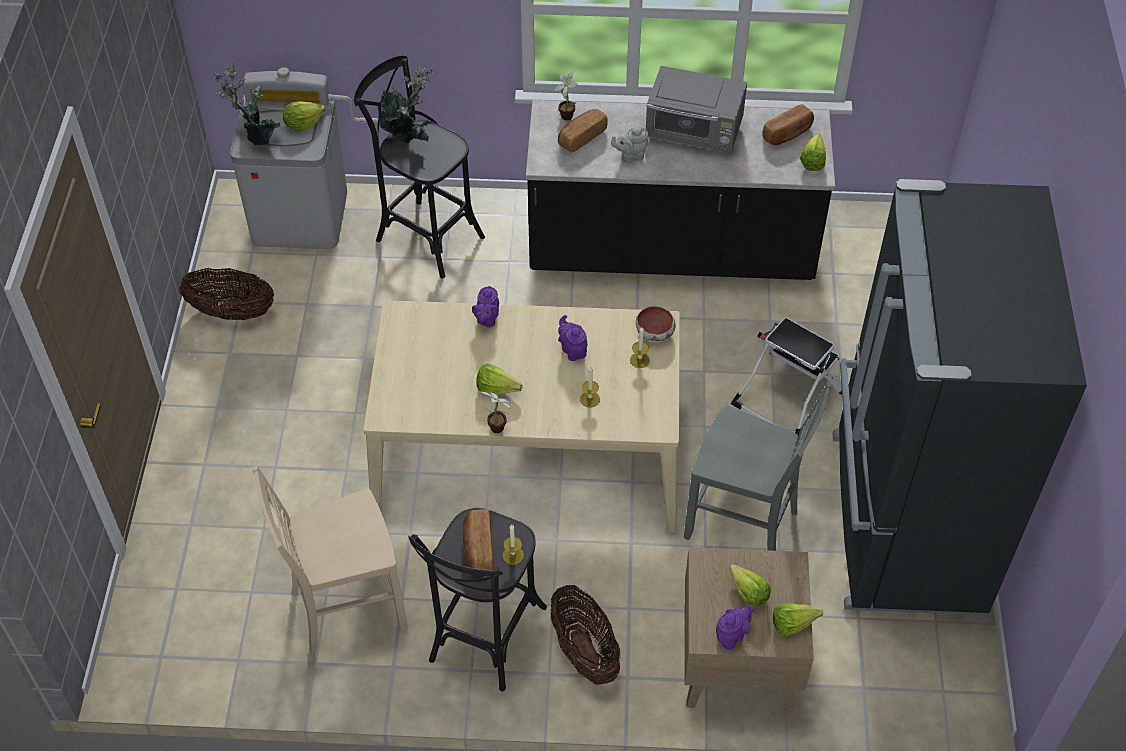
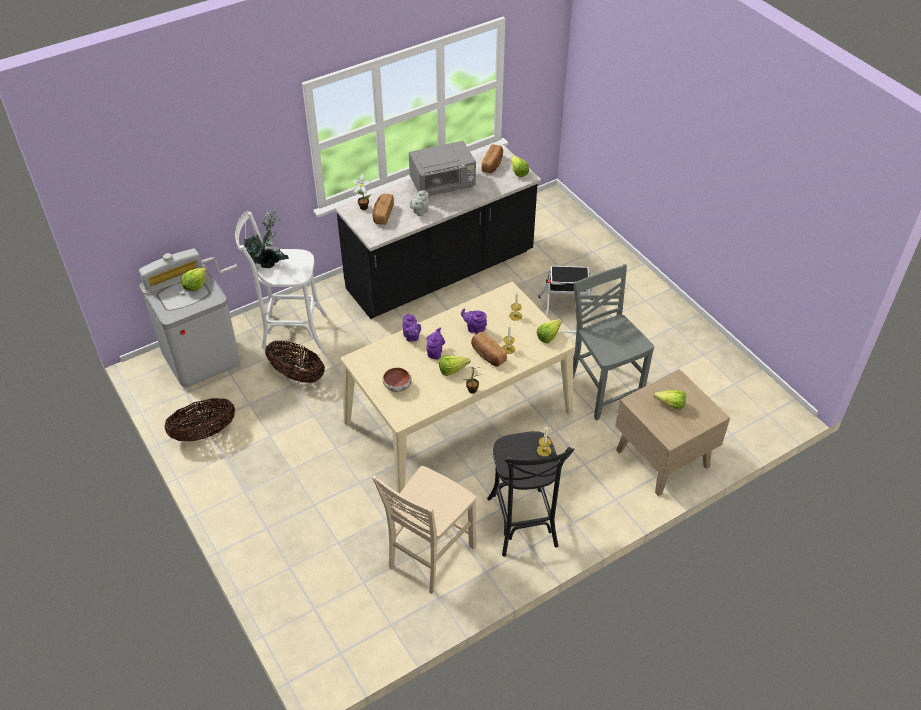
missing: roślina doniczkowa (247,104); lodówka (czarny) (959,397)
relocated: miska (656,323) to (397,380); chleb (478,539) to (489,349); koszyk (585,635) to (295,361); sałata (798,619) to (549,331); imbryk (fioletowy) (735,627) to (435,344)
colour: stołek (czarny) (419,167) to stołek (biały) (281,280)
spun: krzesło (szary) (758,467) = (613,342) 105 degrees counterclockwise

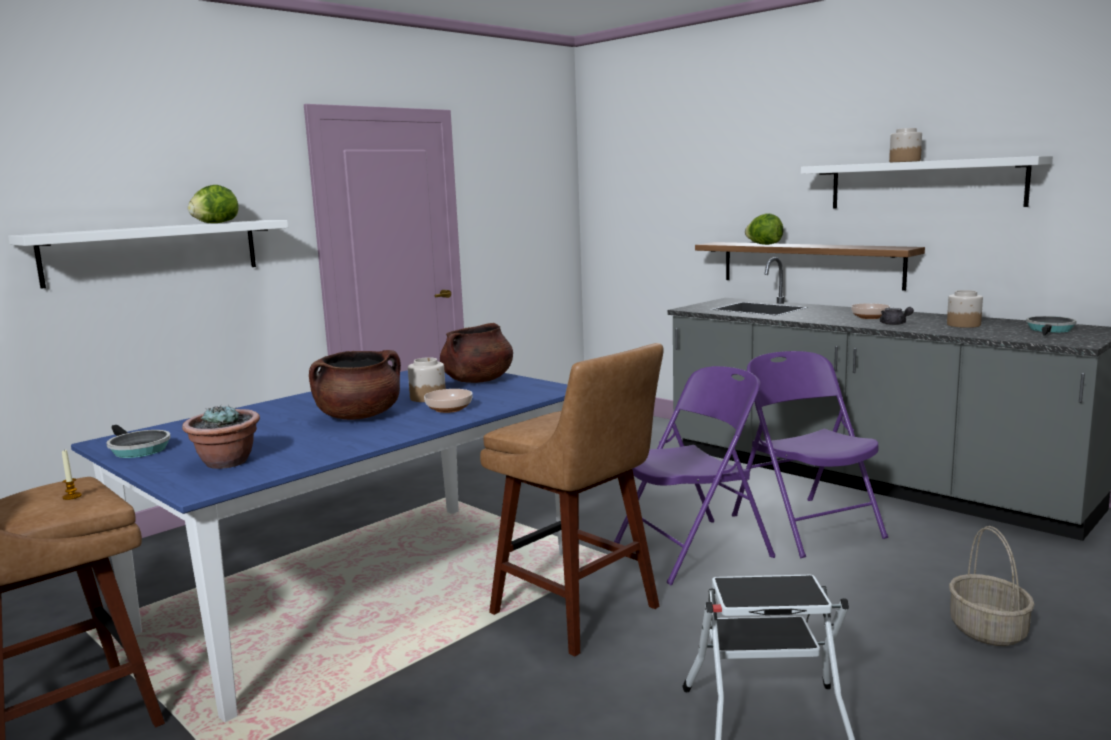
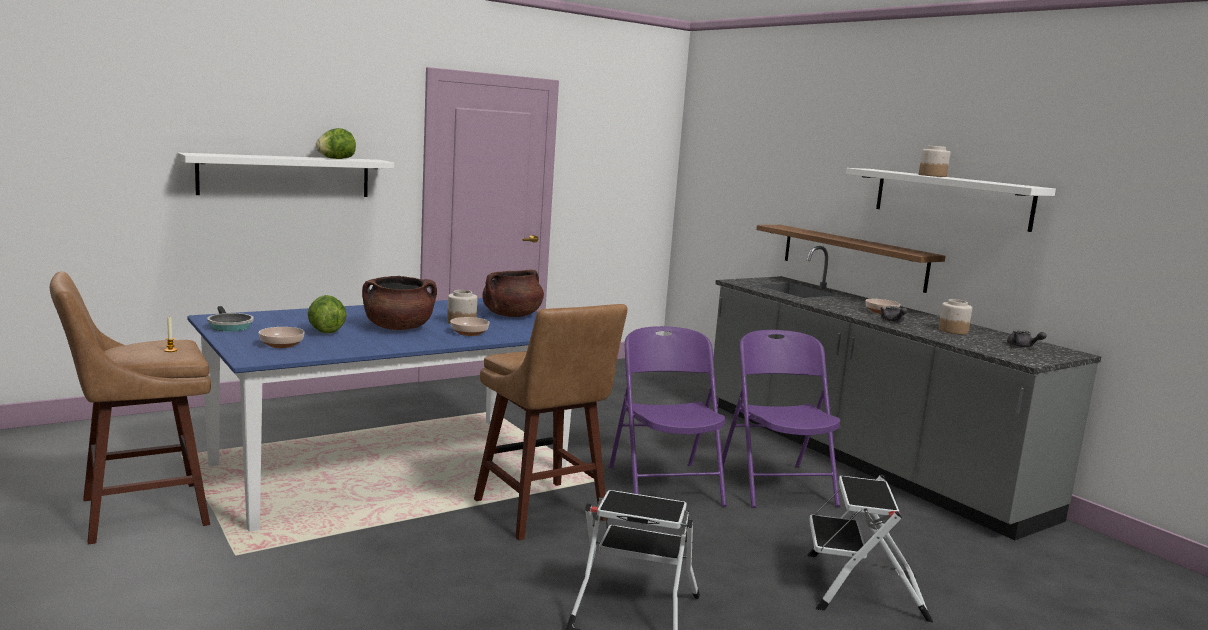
relocated: sałata (764,229) to (327,314)
exchanged: patelnia (1051,326) to imbryk (szary) (1027,339); roślina doniczkowa (221,436) to miska (282,337); koszyk (992,586) to drabinka (870,548)
spun: krzesło (fioletowy) (694,476) = (667,416) 90 degrees counterclockwise

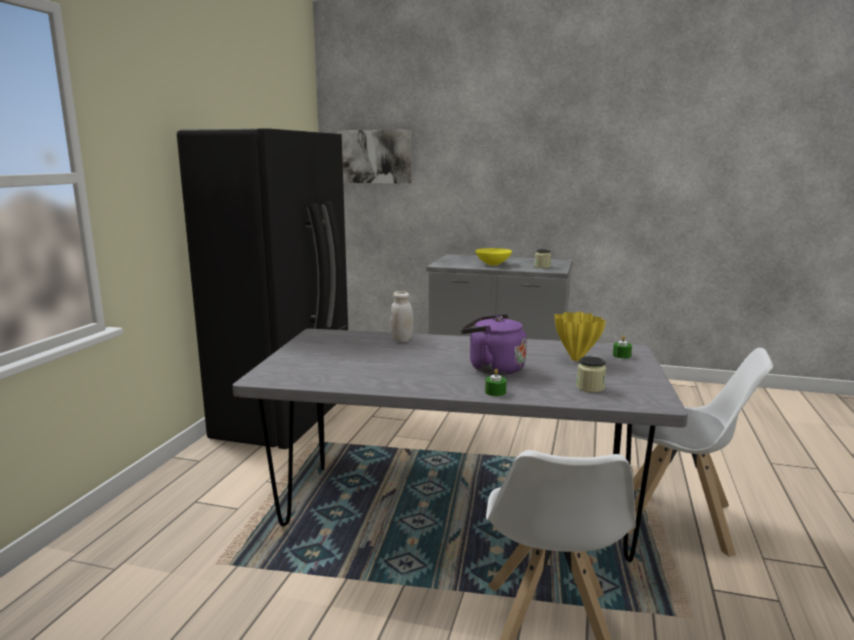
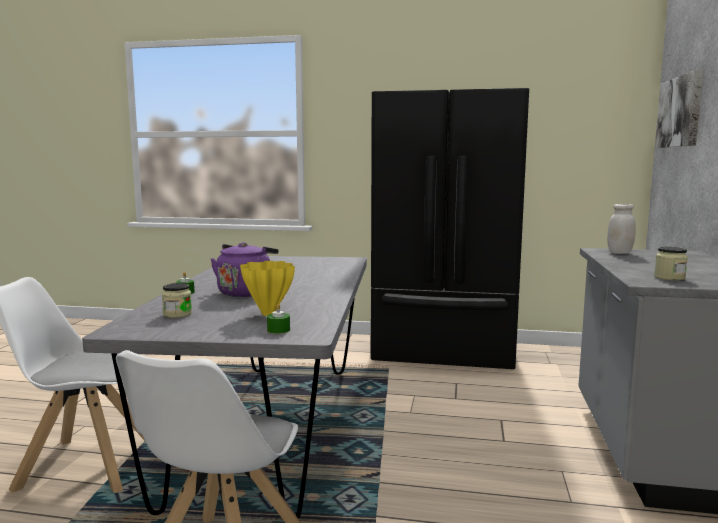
missing: miska (żółty) (493,256)
relocated: słoik (biały) (402,316) to (621,229)

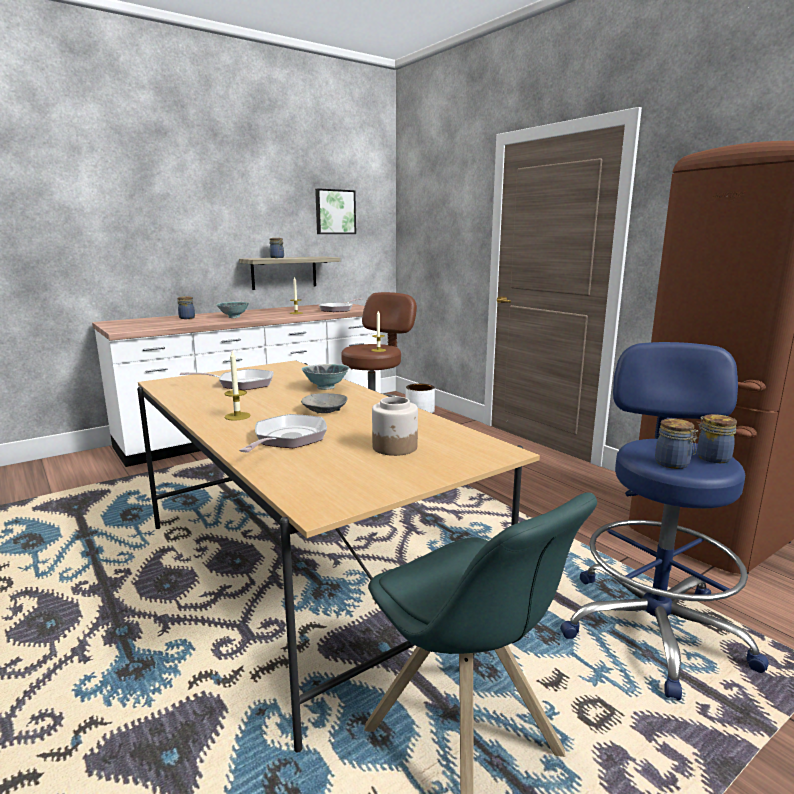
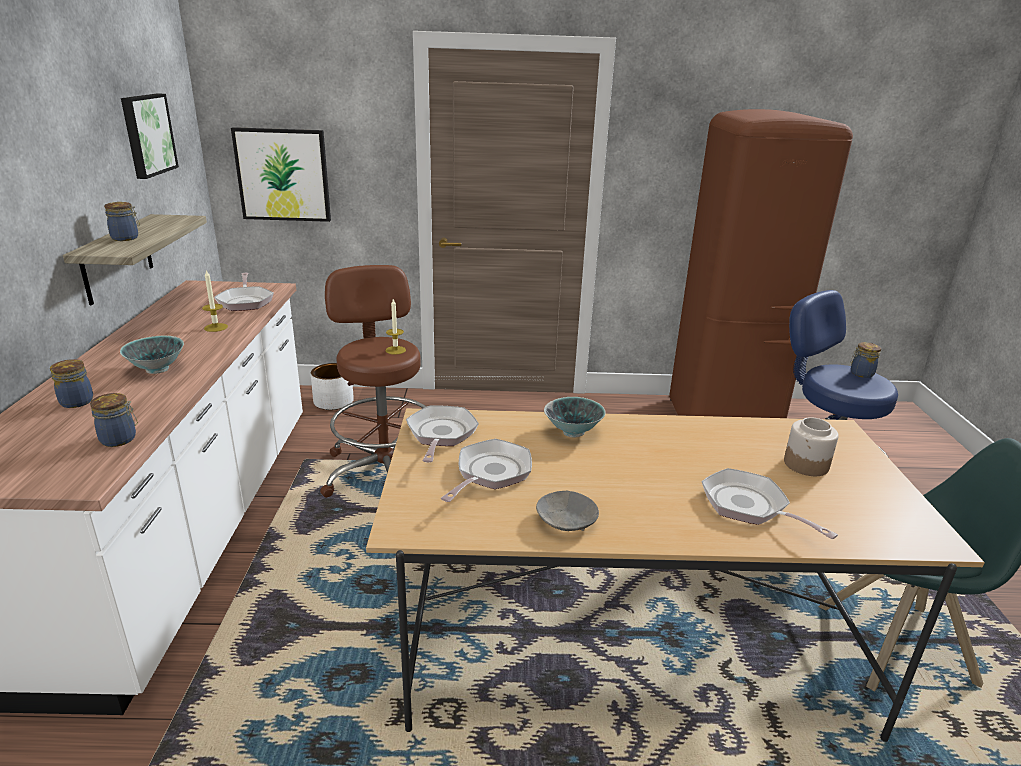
missing: świeca (238,386)
appeared: obraz (281,174); patelnia (442,433)
relocated: miska (szary) (324,403) to (567,511); słoik (676,444) to (114,420)

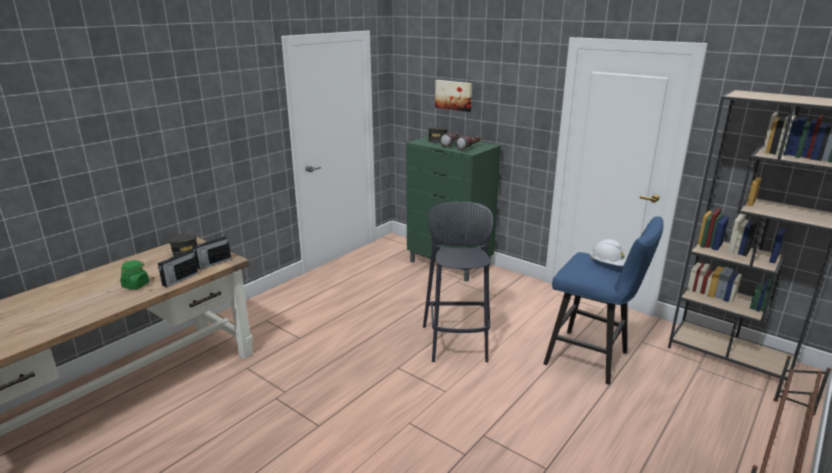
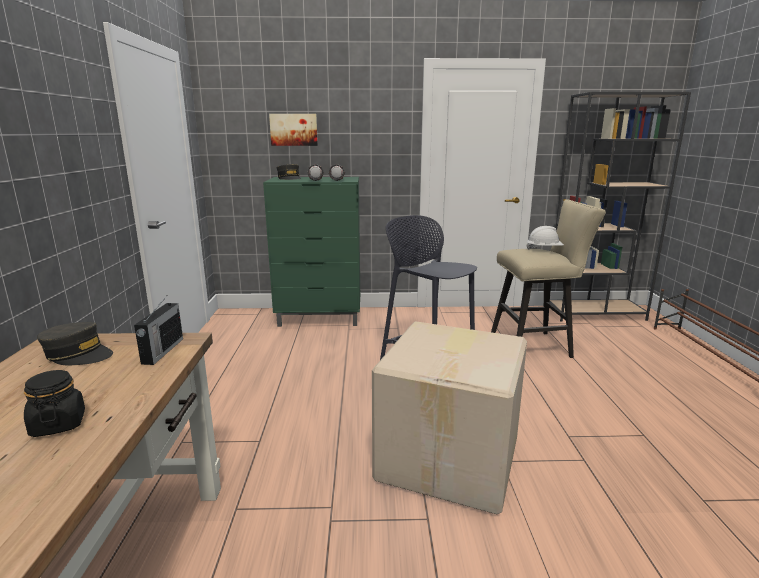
missing: radio (178,267)
appeared: karton (449,417)
colour: stołek (niebieski) (603,300) to stołek (beżowy) (548,279); słoik (zielony) (134,274) to słoik (czarny) (54,403)

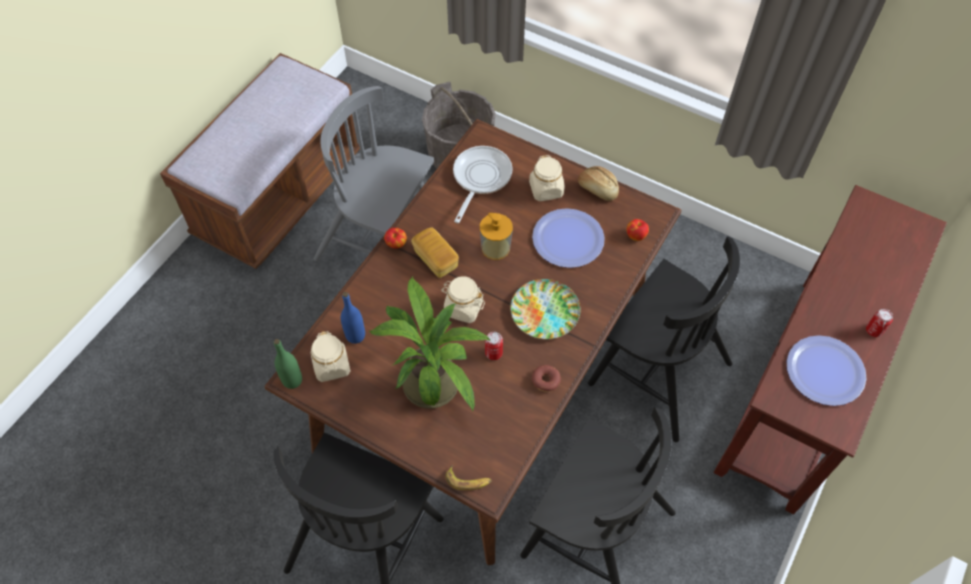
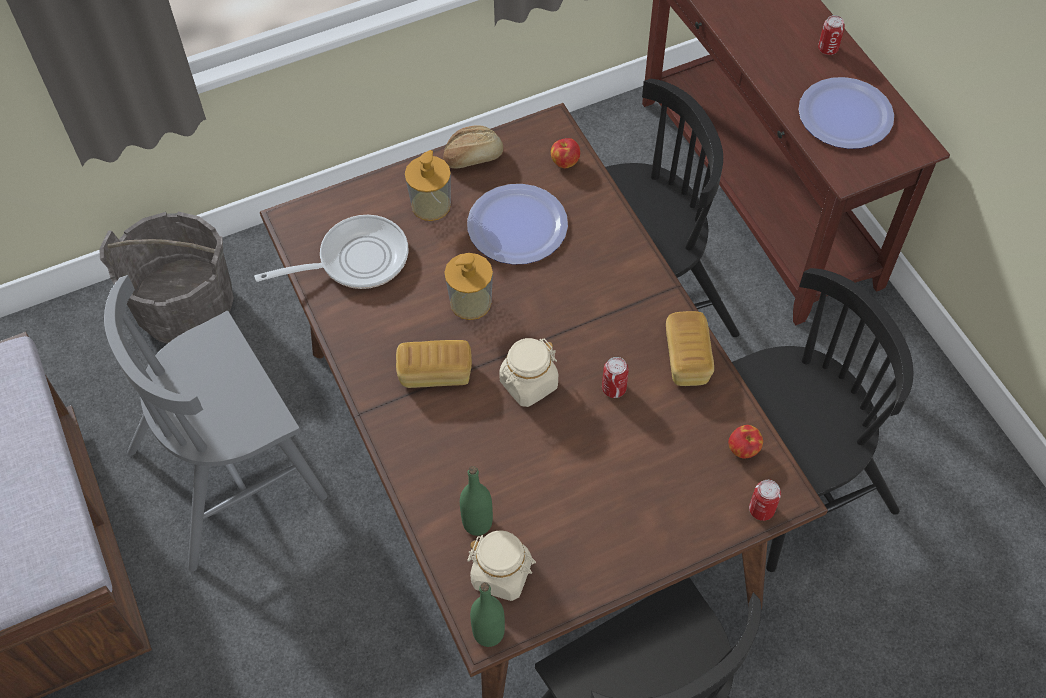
missing: roślina doniczkowa (430,344); talerz (545,309)
relocated: jabłko (395,238) to (745,441)
exchanged: słoik (beżowy) (546,178) to dozownik mydła (428,185); donut (546,378) to chleb (690,348); banan (468,477) to puszka (765,500)
colour: butelka (niebieski) (353,318) to butelka (zielony) (476,501)
spun: patelnia (482,184) = (331,252) 105 degrees clockwise

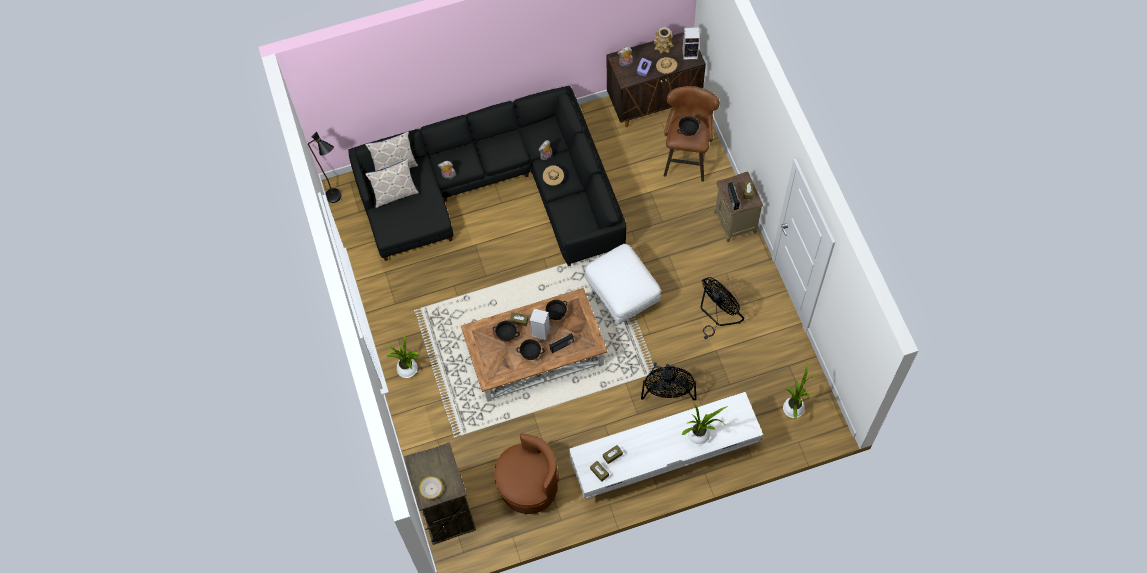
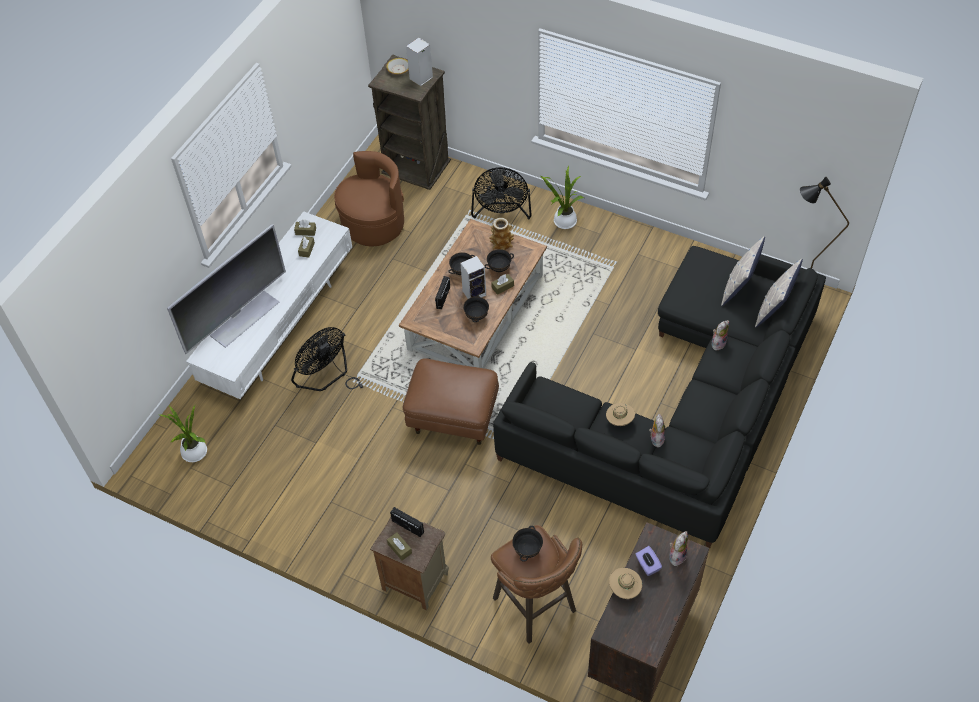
relocated: wazon (663,40) to (501,234); głośnik (691,43) to (419,61); wentylator (czarny) (722,308) to (501,193)
exchanged: roślina doniczkowa (704,423) to telewizor (226,289)
colour: pufa (biały) (622,284) to pufa (brązowy) (451,401)
spun: fotel (brązowy) (526,474) = (369,198) 150 degrees counterclockwise

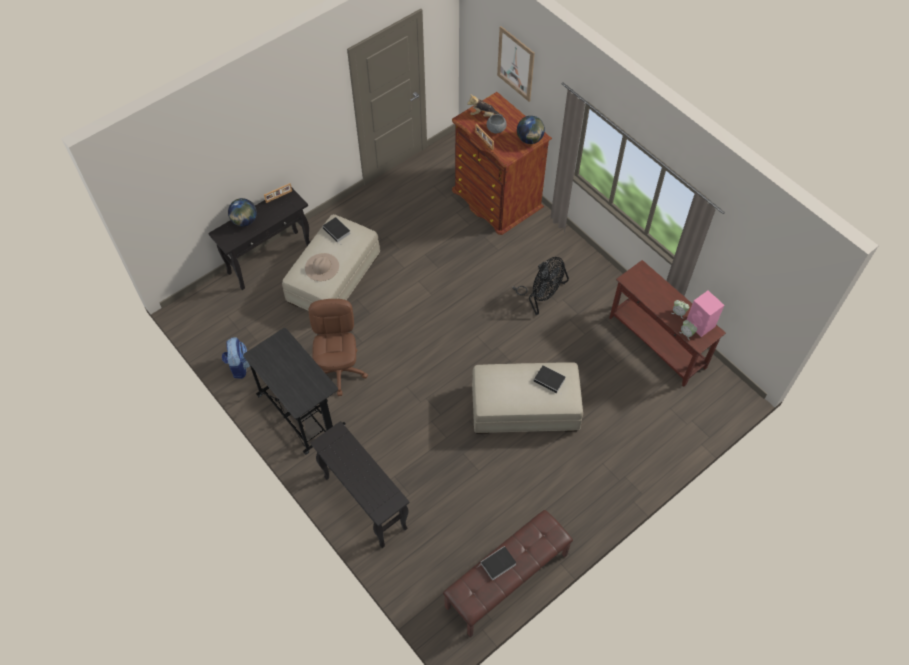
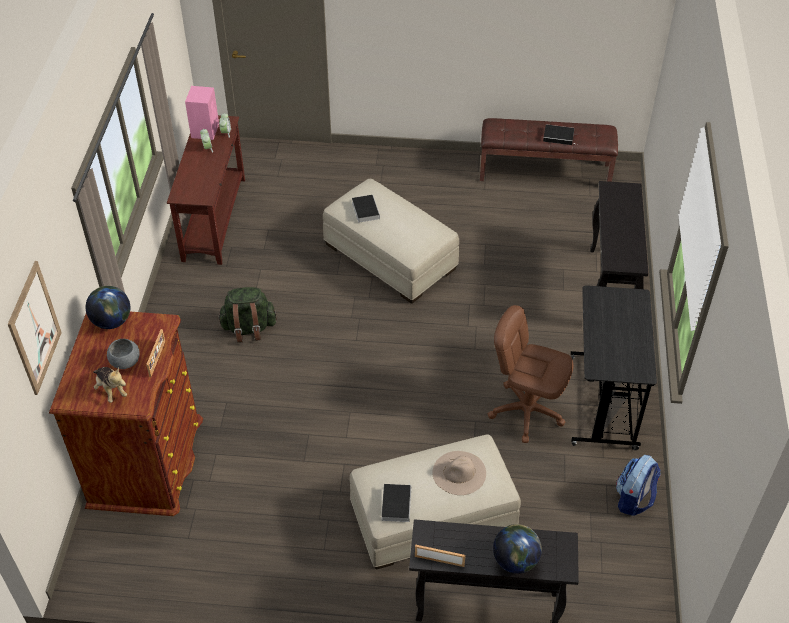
exchanged: wentylator (czarny) (540,286) to plecak (zielony) (247,315)
spun: krzesło biurowe (brązowy) (338,347) = (531,374) 75 degrees clockwise

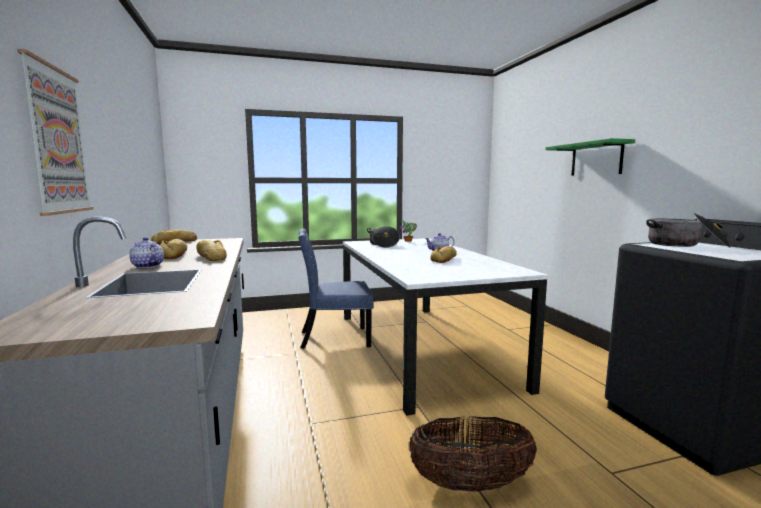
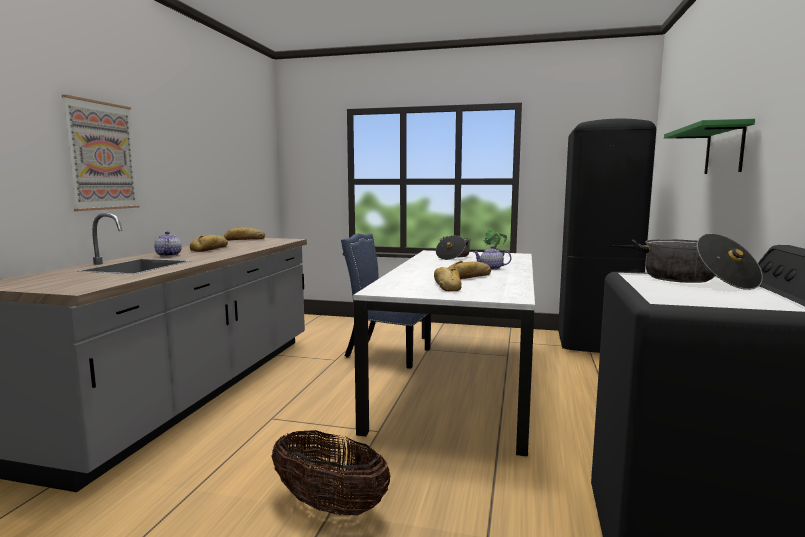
appeared: lodówka (czarny) (607,236)
relocated: chleb (211,250) to (448,279)

